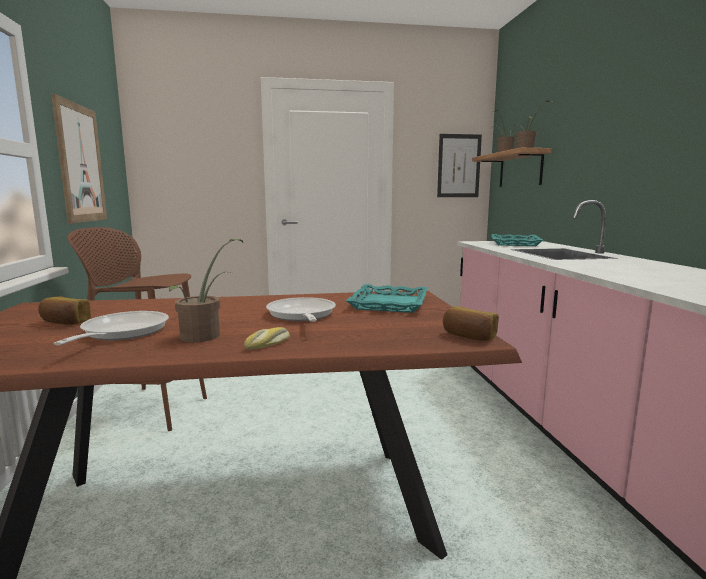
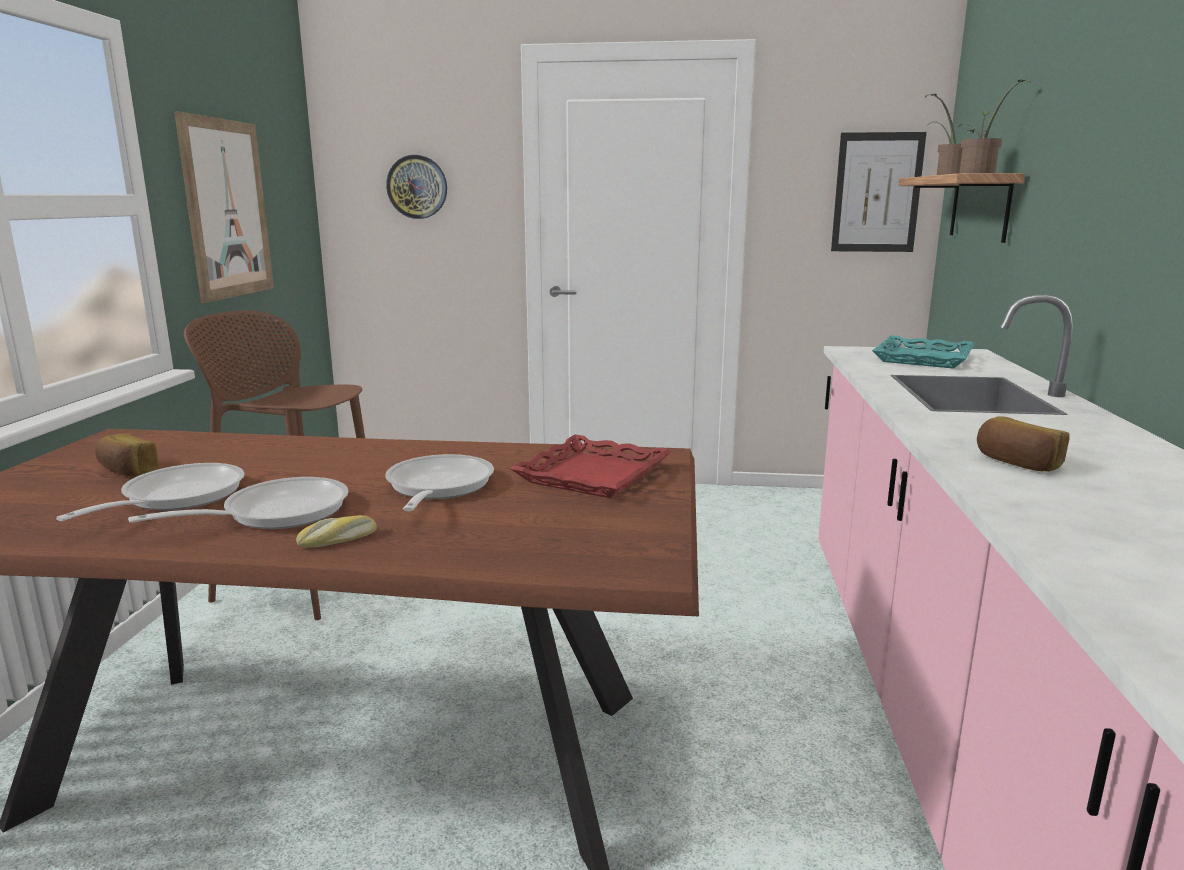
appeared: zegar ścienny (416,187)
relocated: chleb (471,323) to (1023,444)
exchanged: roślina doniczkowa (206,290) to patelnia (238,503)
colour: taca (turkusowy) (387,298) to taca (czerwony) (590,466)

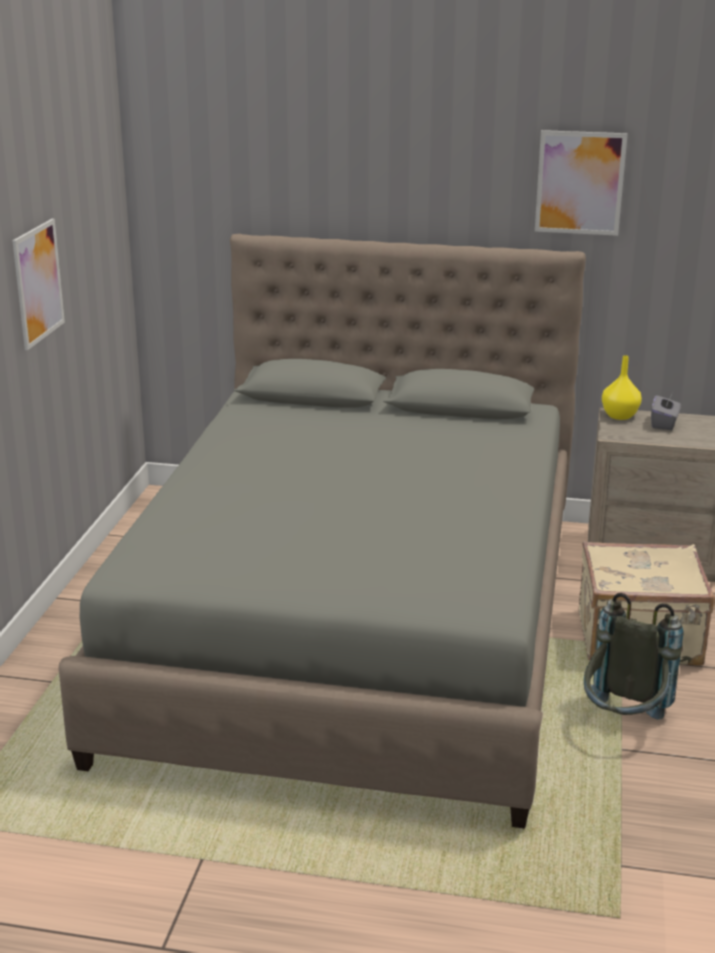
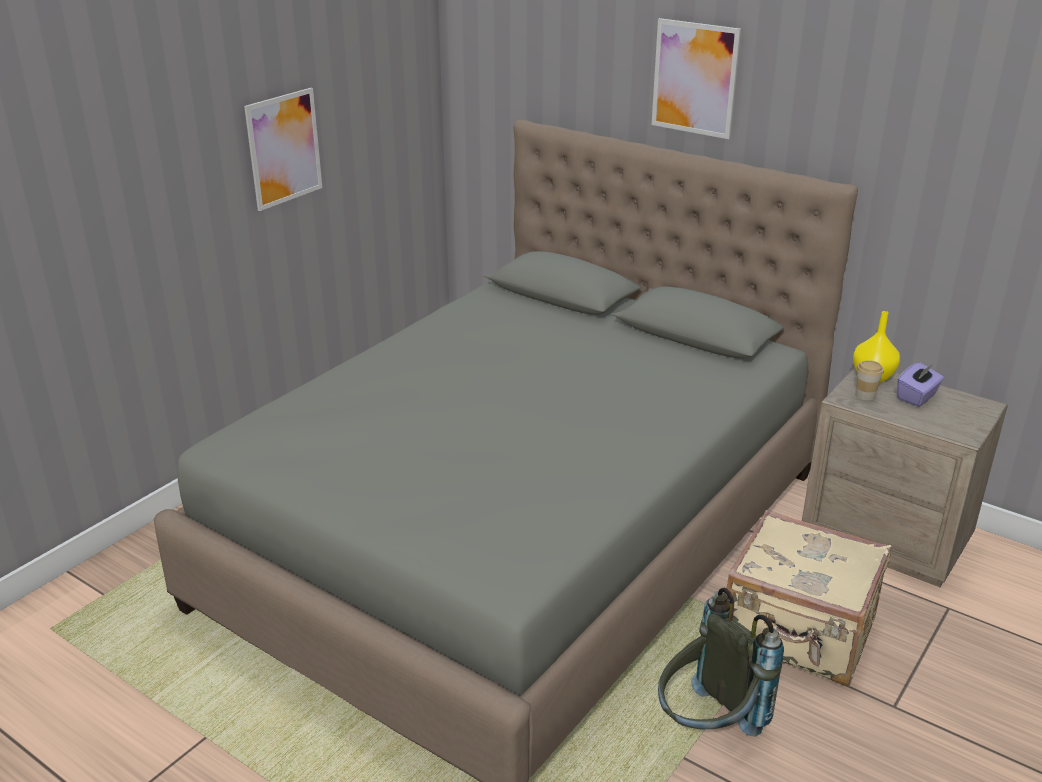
appeared: filiżanka (869,380)
relocated: obraz (581,183) to (696,78)
colour: pudełko chusteczek (szary) (666,411) to pudełko chusteczek (fioletowy) (920,385)

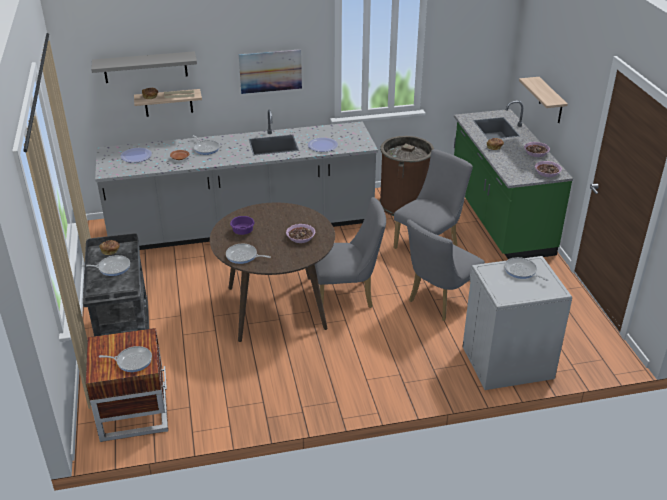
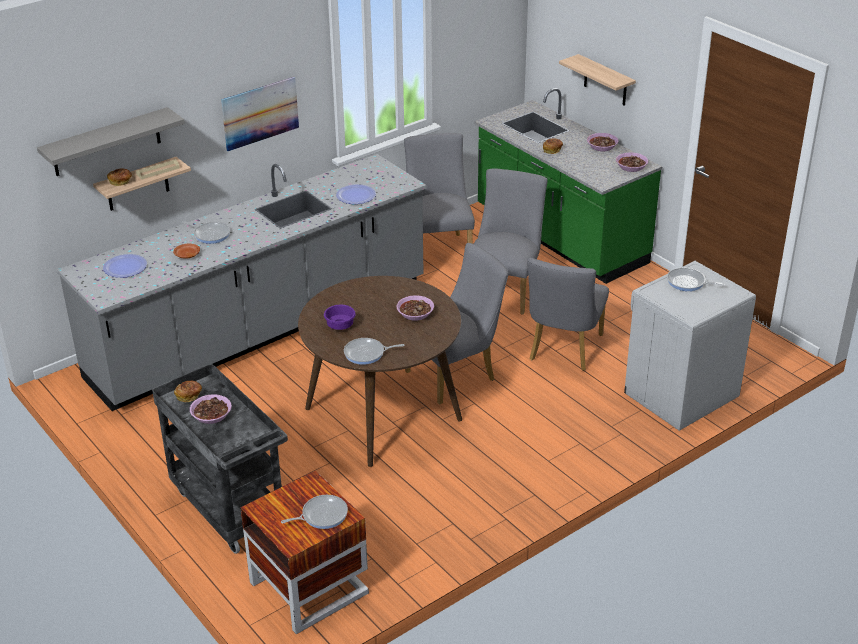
exchanged: kosz na śmieci (brązowy) (407,176) to krzesło (szary) (439,188); patelnia (106,265) to miska (211,409)

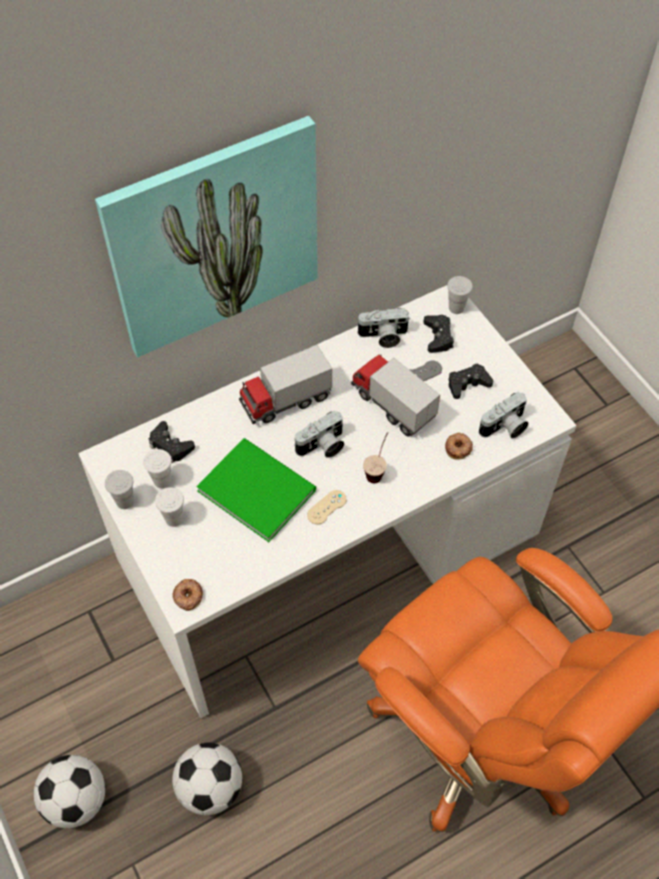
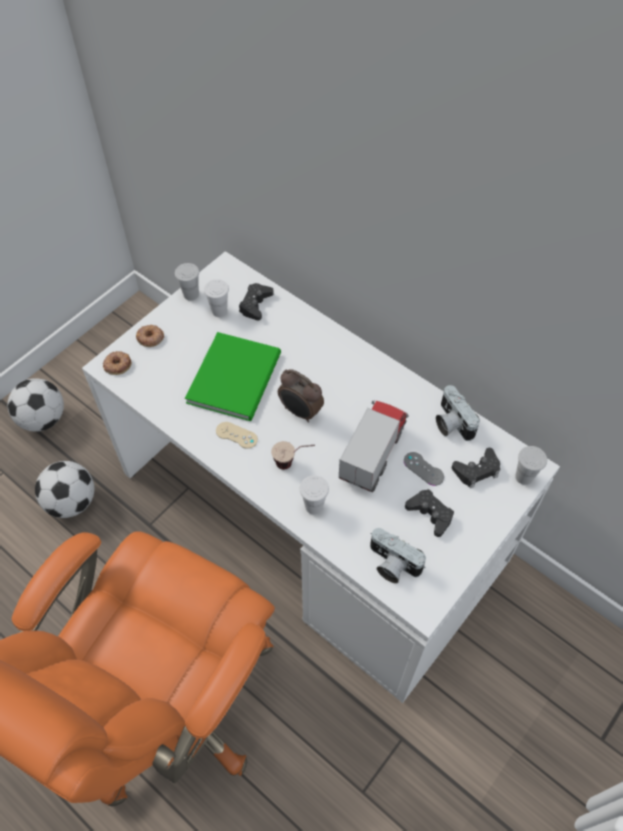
missing: obraz (206,236); ciężarówka zabawkowa (285,384)
relocated: donut (459,446) to (150,336); filiżanka (biały) (169,507) to (314,495)
exchanged: aparat fotograficzny (319,434) to budzik (301,395)

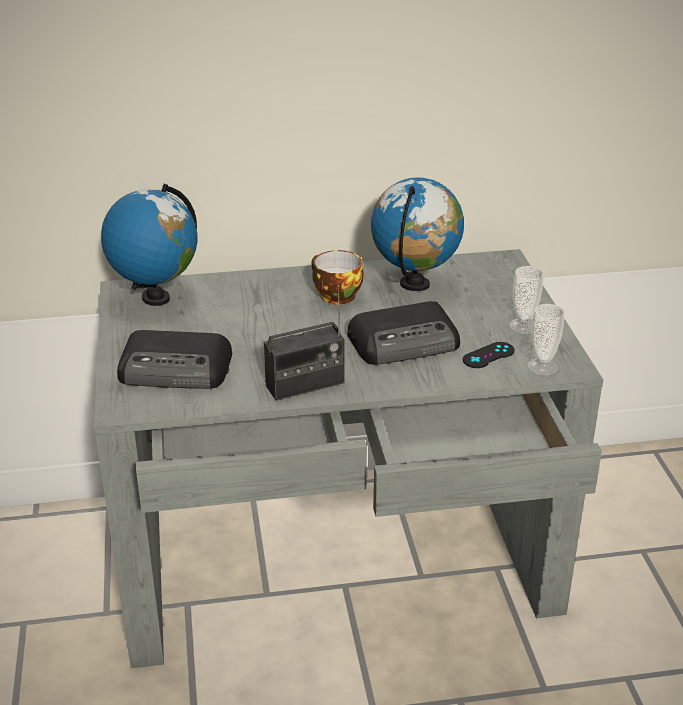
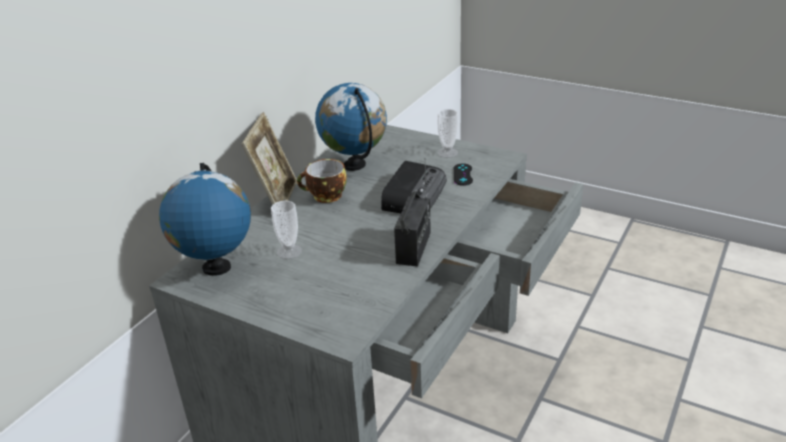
missing: radio (174,359)
appeared: ramka na zdjęcie (269,158)
relocated: filiżanka (546,340) to (286,229)

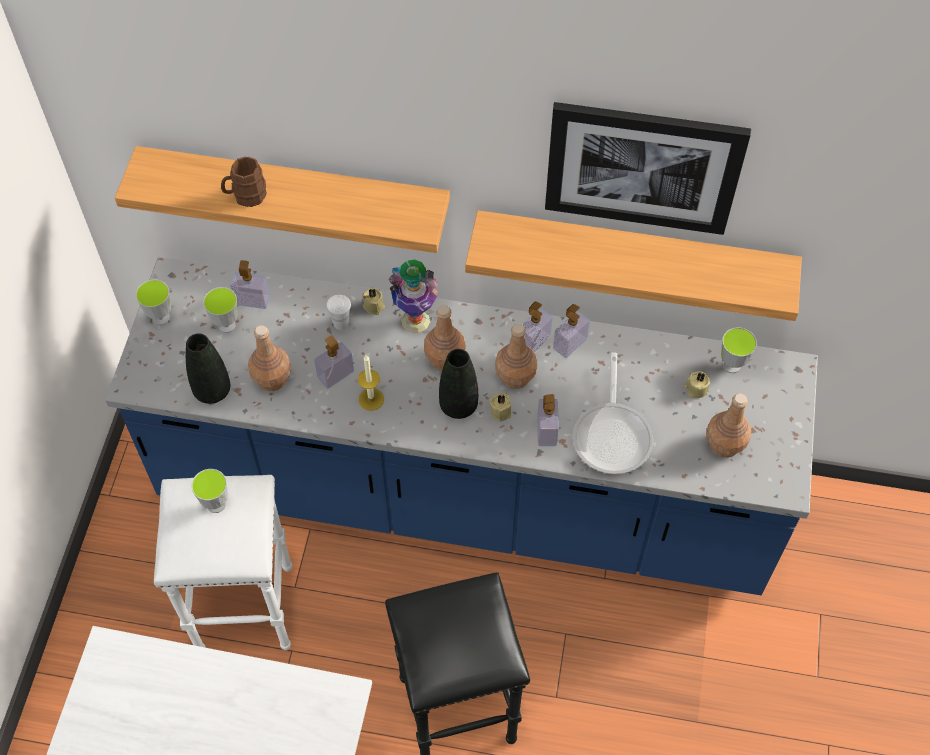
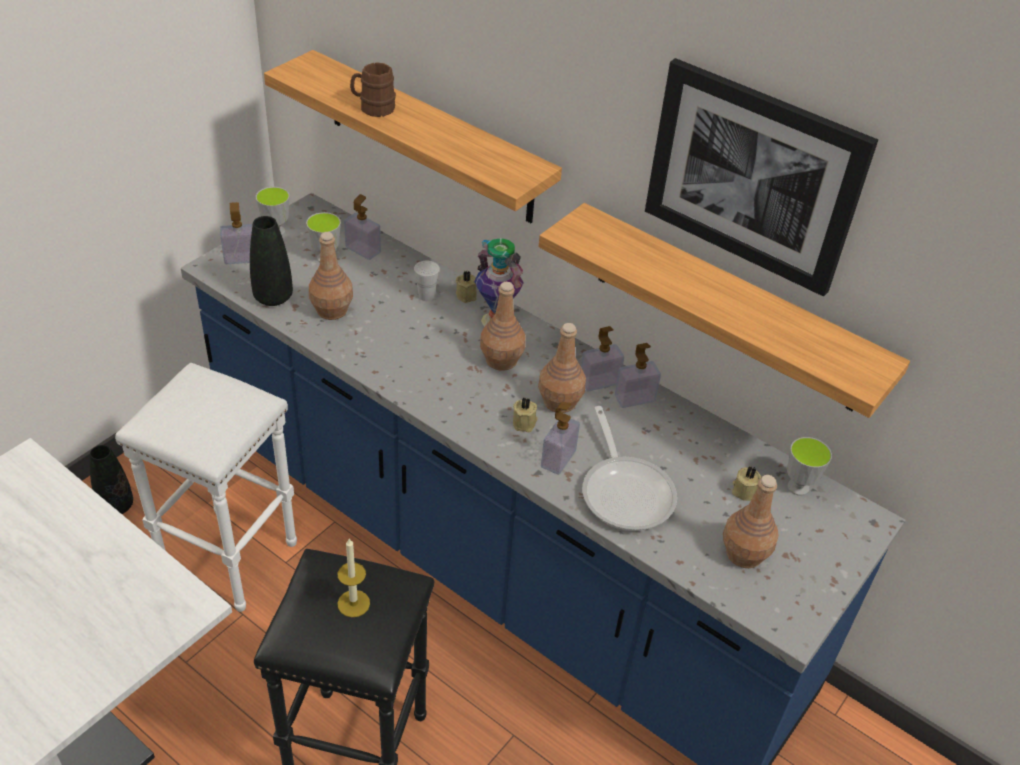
missing: filiżanka (209,491)
relocated: dozownik mydła (334,362) to (236,233); wazon (czarny) (458,384) to (111,479); świeca (371,383) to (353,578)
spun: patelnia (613,413) = (629,468) 45 degrees counterclockwise

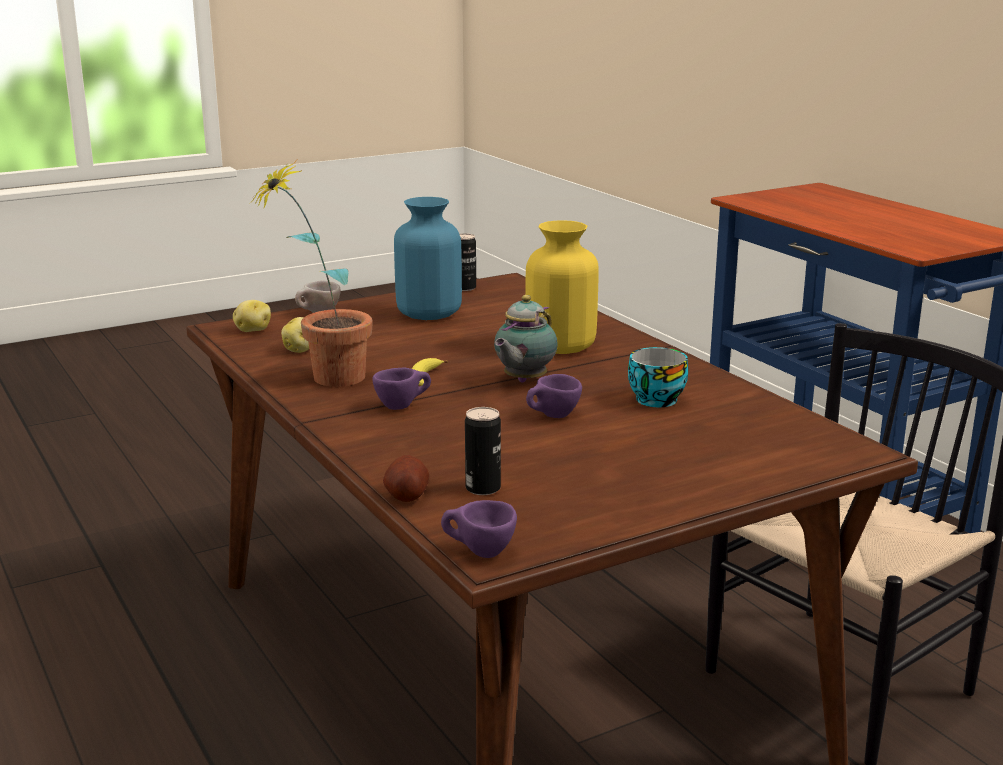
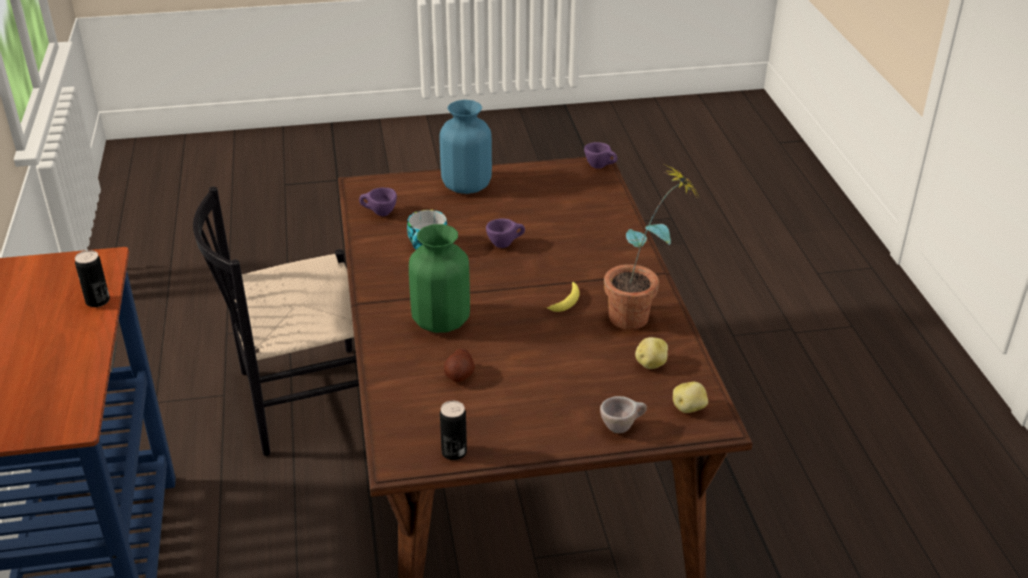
missing: imbryk (526,338)
relocated: wazon (niebieski) (428,258) to (465,147); filiżanka (fioletowy) (401,389) to (378,202); puszka (483,451) to (92,278); ziemniak (406,478) to (459,365)
colour: wazon (żółty) (562,287) to wazon (zielony) (439,278)

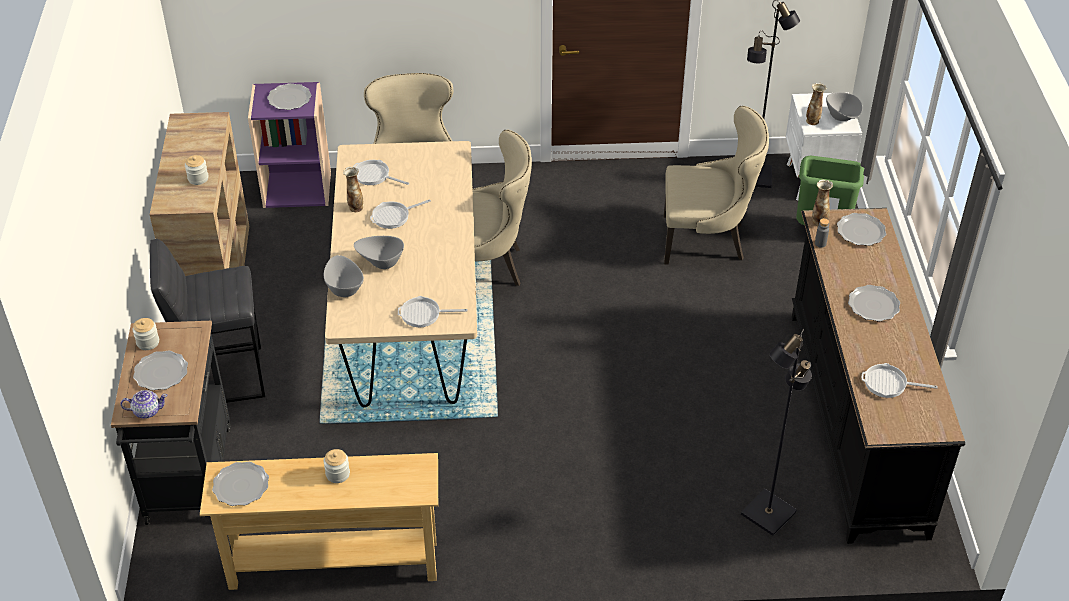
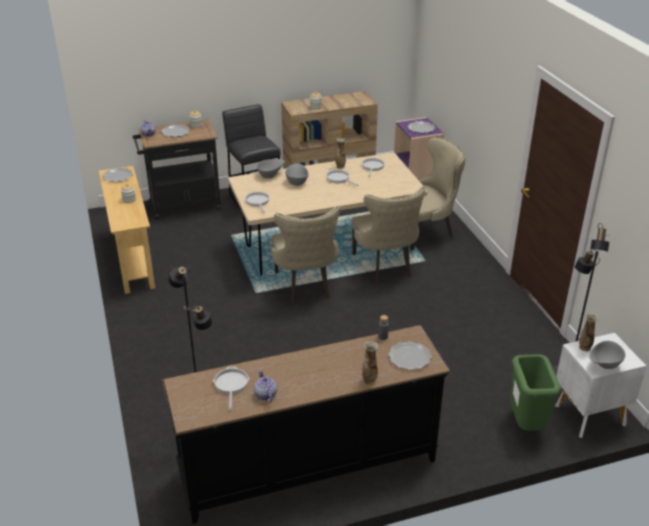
missing: talerz (874,303)
appeared: imbryk (265,386)
relocated: krzesło (beżowy) (716,185) to (306,255); wazon (822,202) to (370,363)

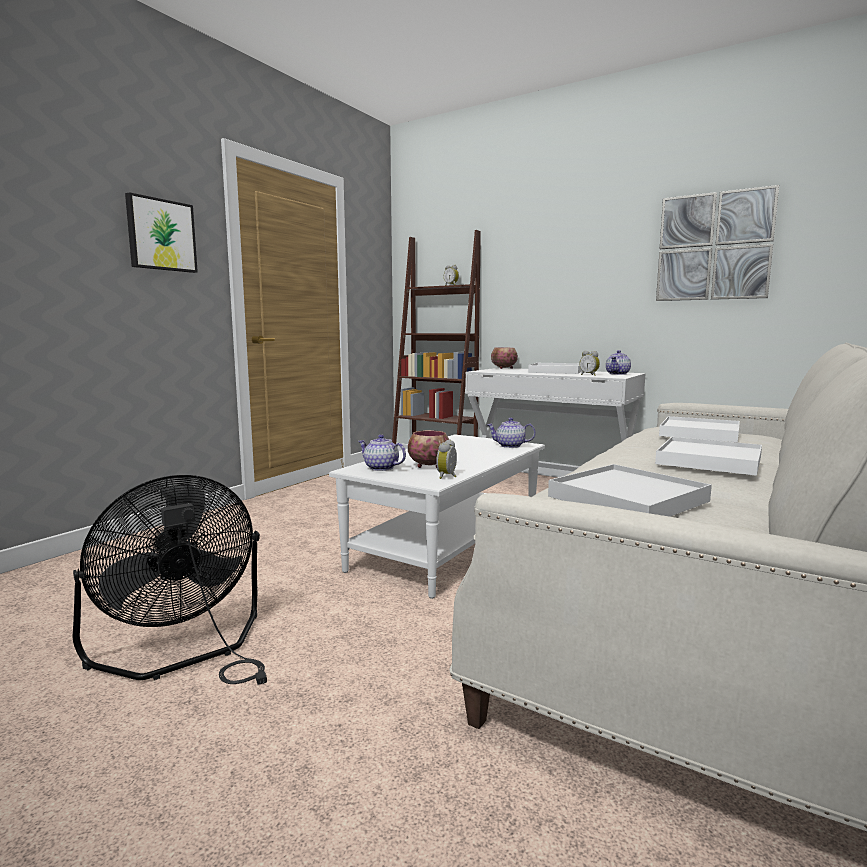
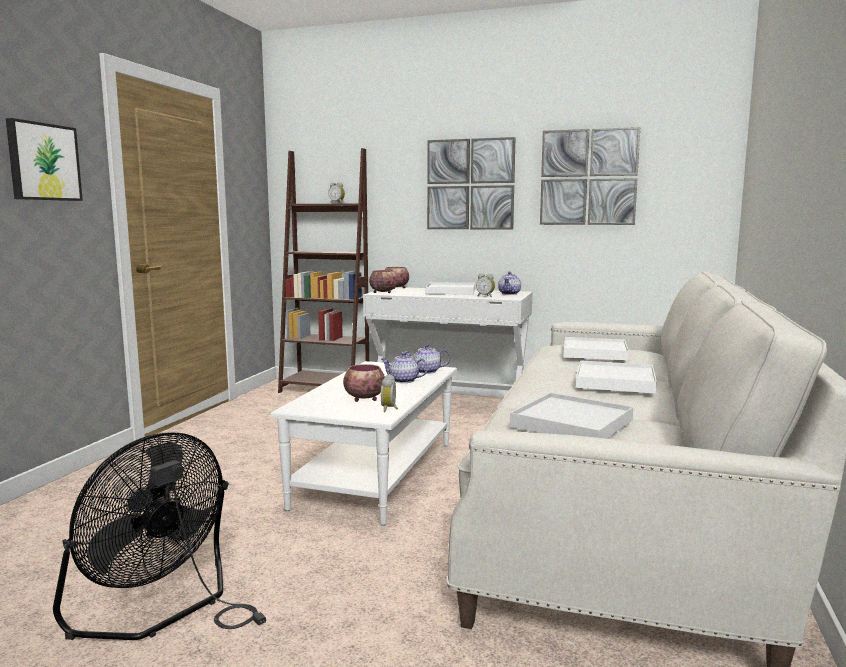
appeared: obraz (471,183); miska (383,281)
relocated: imbryk (382,452) to (404,367)

